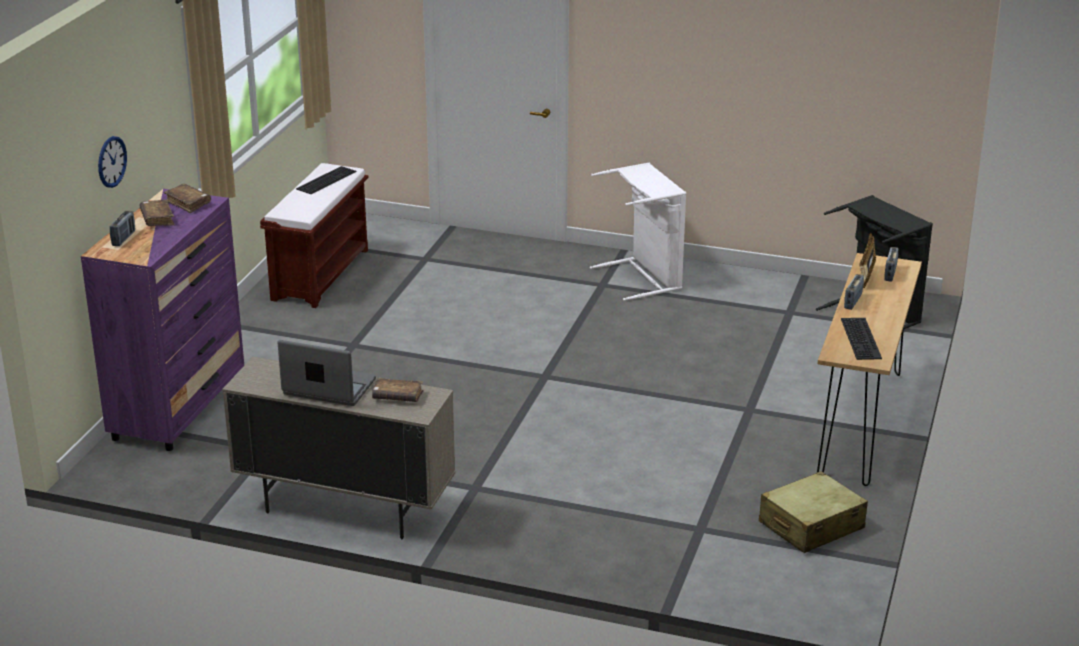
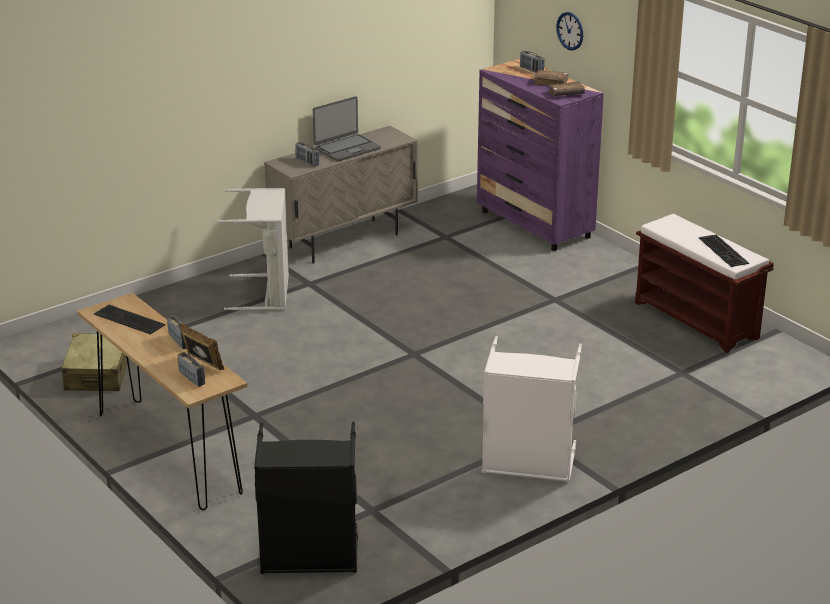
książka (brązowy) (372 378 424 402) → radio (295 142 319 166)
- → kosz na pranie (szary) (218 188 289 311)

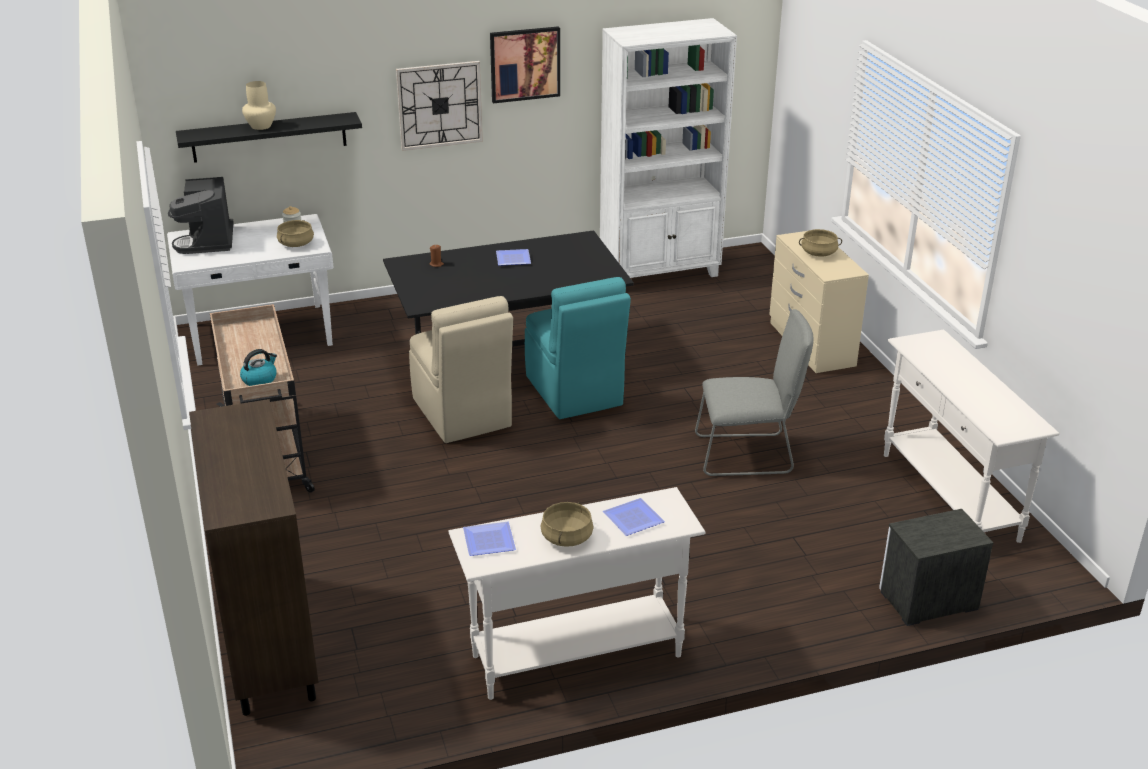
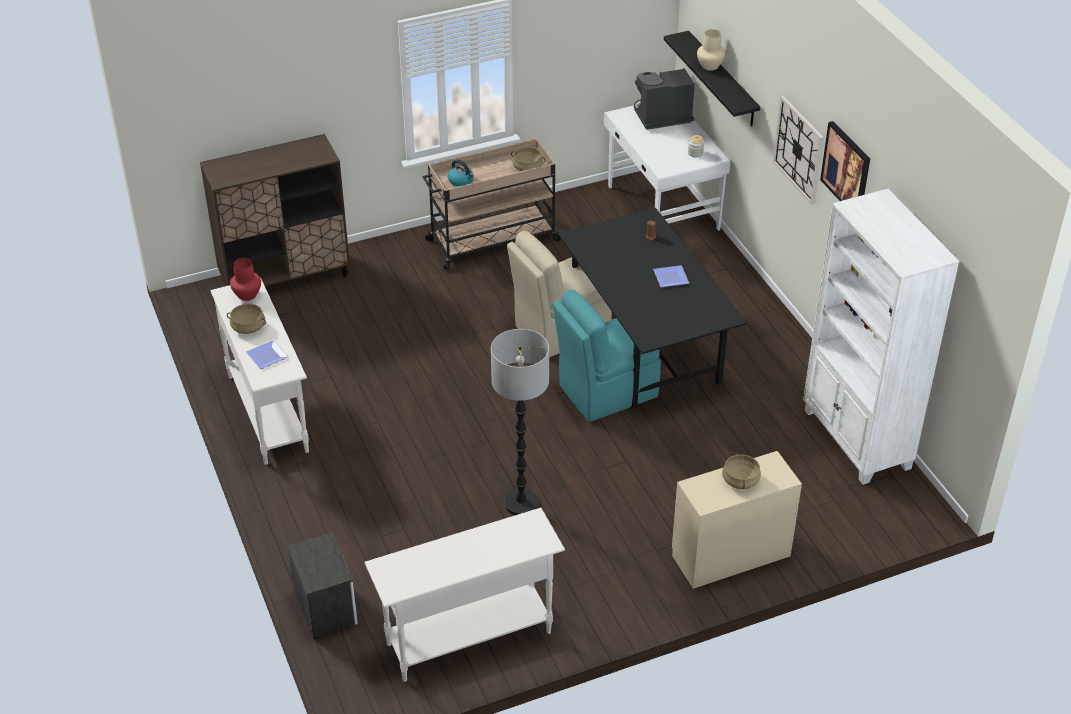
garnek (beżowy) (277 220 314 247) → garnek (beżowy) (511 147 545 171), moved
krzesło (szary) (695 309 813 476) → lampa stojąca (491 329 549 515)
talerz (463 522 516 556) → wazon (czerwony) (230 258 261 301)

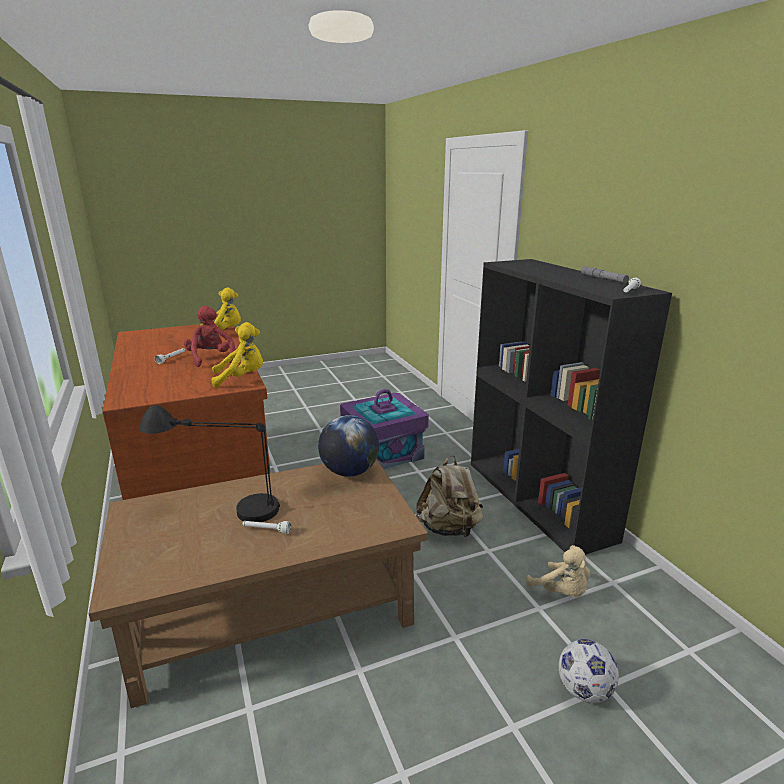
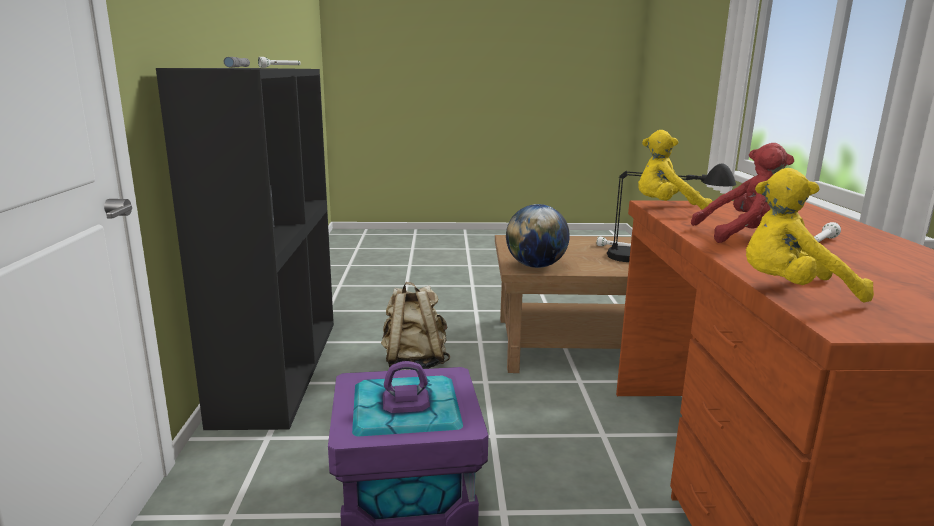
pluszak (czerwony) (184 306 235 367) → pluszak (czerwony) (691 143 794 243), 90 degrees counterclockwise
pluszak (beżowy) (526 545 590 597) → -
piłka futbolowa (559 639 619 703) → -

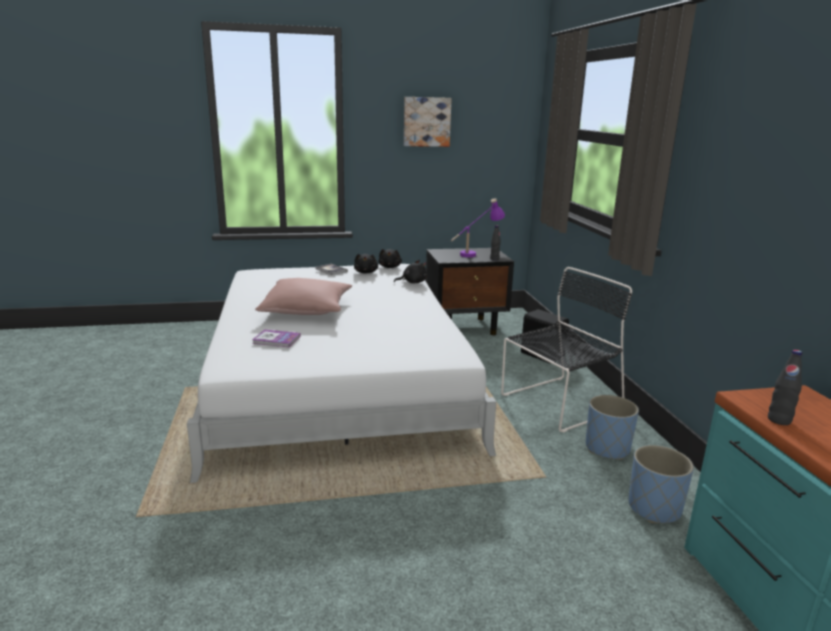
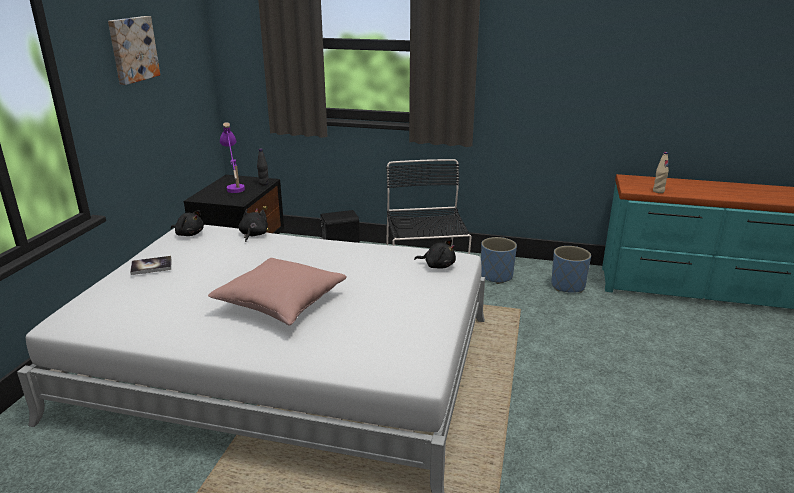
pluszak (czarny) (354 254 378 274) → pluszak (czarny) (414 240 456 269), moved
książka (252 329 301 347) → -
butelka (czarny) (768 350 802 425) → butelka (beżowy) (653 152 669 193)

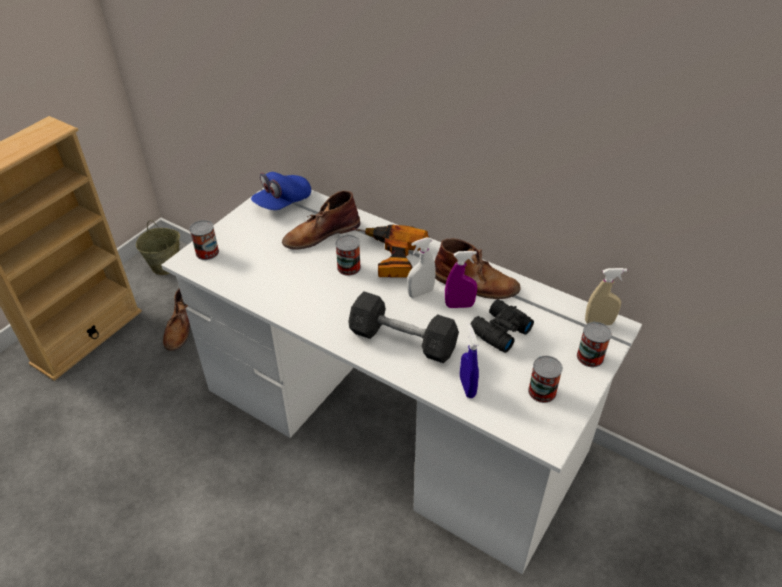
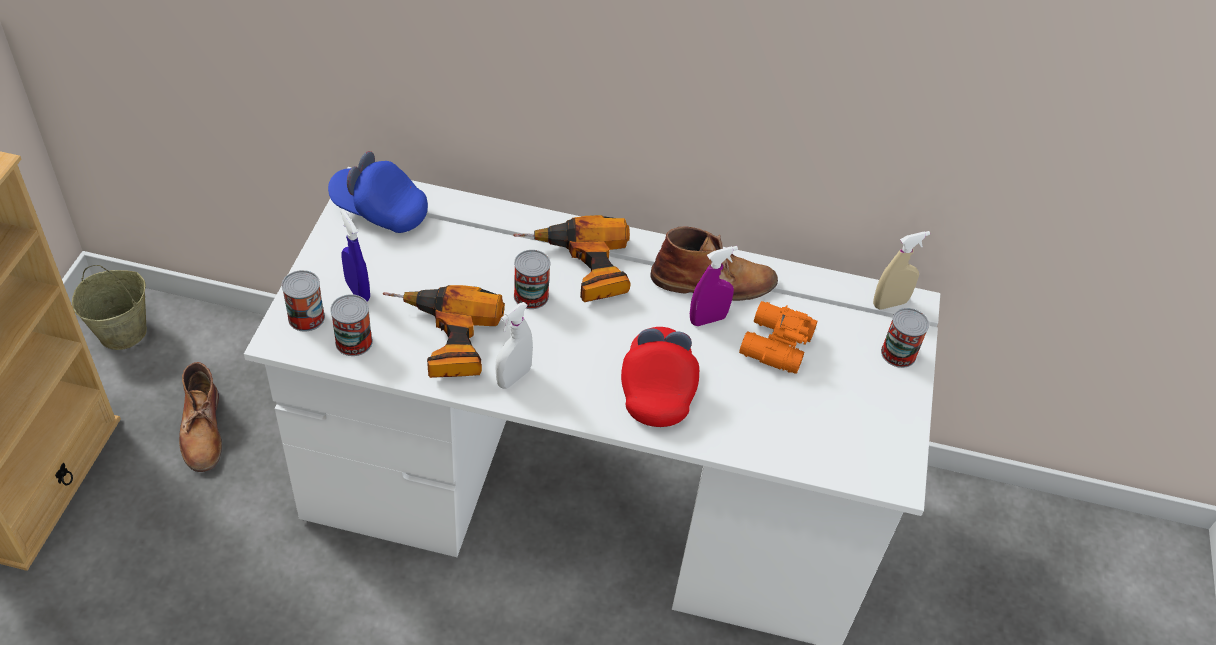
czapka z daszkiem (niebieski) (251 172 311 210) → czapka z daszkiem (niebieski) (328 151 428 233), 90 degrees clockwise
but z cholewką (brązowy) (282 191 360 250) → -
spryskiwacz (biały) (407 237 436 298) → spryskiwacz (biały) (495 302 533 389), moved
hantel (szary) (348 292 459 363) → czapka z daszkiem (czerwony) (621 327 699 427)
lornetka (czarny) (471 299 534 353) → lornetka (pomarańczowy) (739 301 818 374)
spryskiwacz (niebieski) (460 324 479 398) → spryskiwacz (niebieski) (340 209 370 302), moved
puszka (528 356 563 403) → puszka (330 294 373 356), moved
- → wiertarka (383 285 505 378)

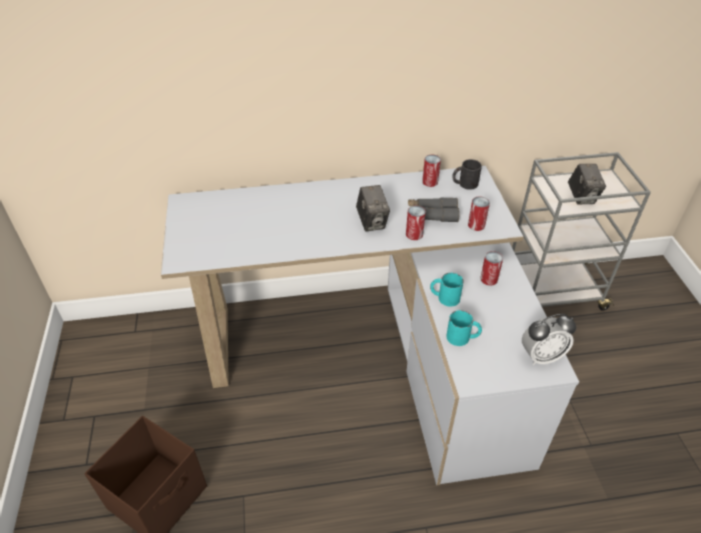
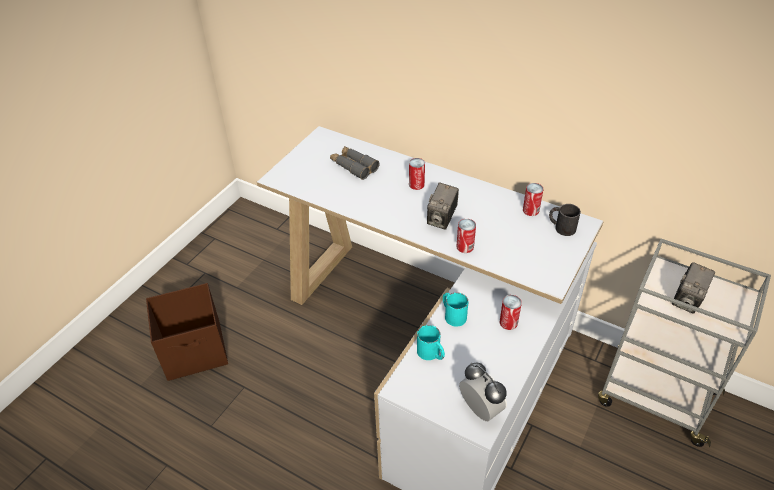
puszka (468 196 490 231) → puszka (409 158 425 190), moved
lornetka (szary) (408 197 459 222) → lornetka (szary) (330 146 379 180), moved
budzik (522 314 576 365) → budzik (459 363 507 421), 150 degrees counterclockwise

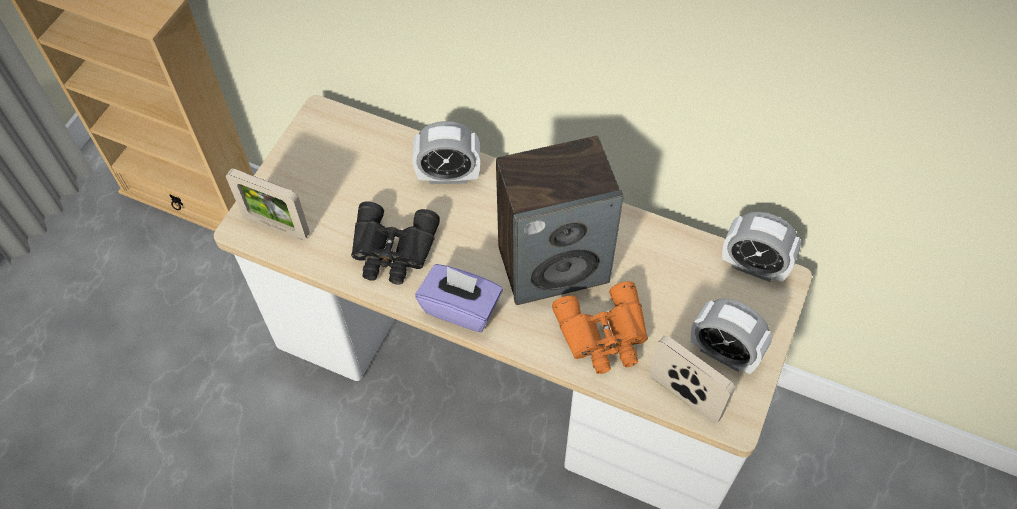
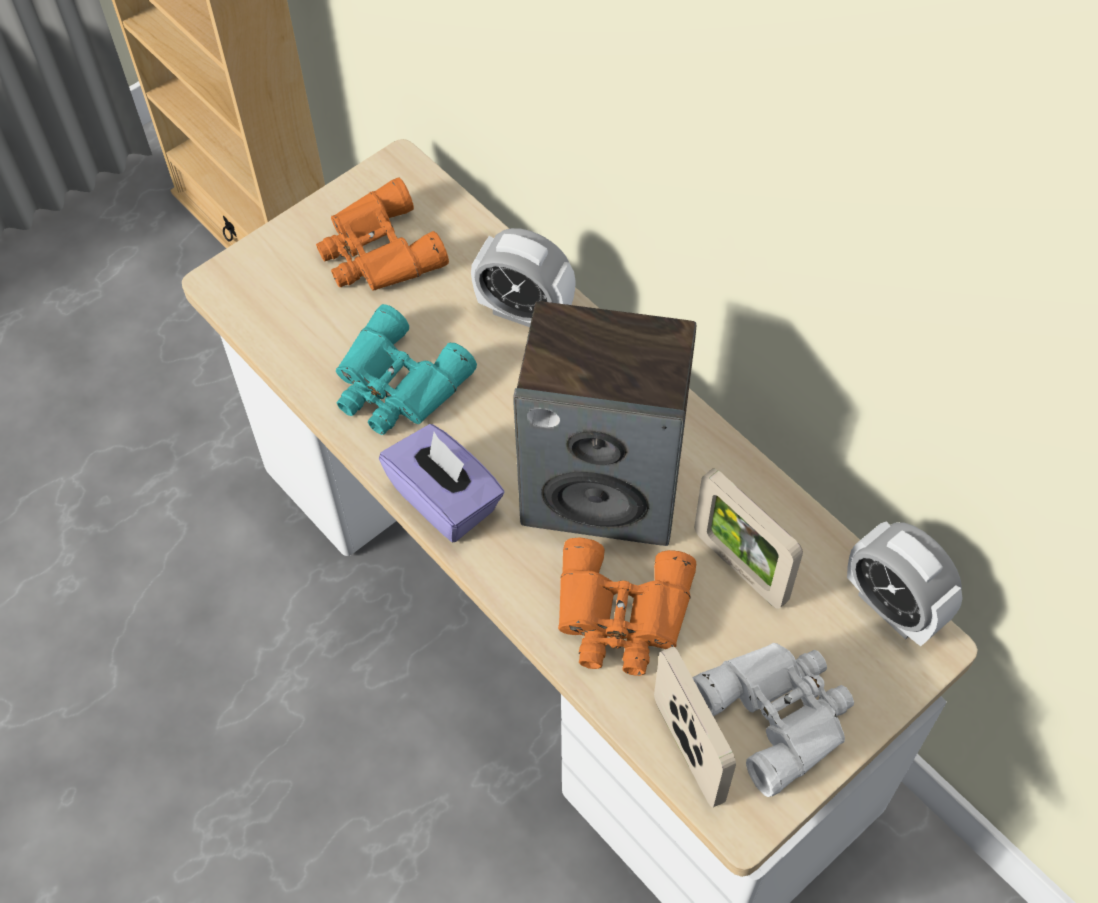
ramka na zdjęcie (226 168 310 240) → ramka na zdjęcie (694 468 803 609), moved
lornetka (czarny) (351 201 440 285) → lornetka (turkusowy) (336 304 477 435)
budzik (691 298 772 374) → lornetka (biały) (693 643 854 797)
- → lornetka (pomarańczowy) (316 177 449 290)

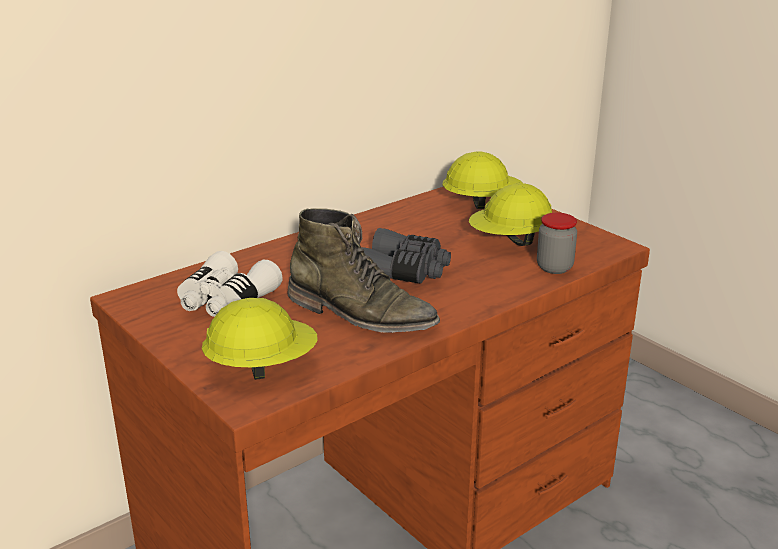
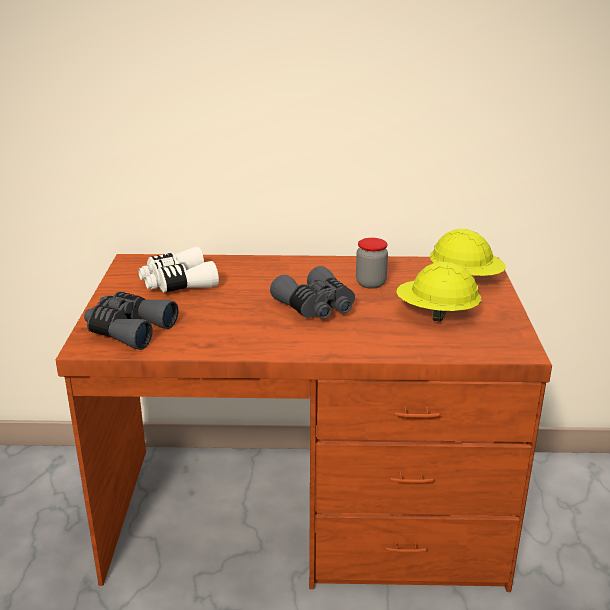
but z cholewką (zielony) (287 208 440 333) → -
słoik (537 213 577 274) → słoik (356 238 388 289), moved
kask (żółty) (202 298 318 380) → lornetka (szary) (84 292 178 350)

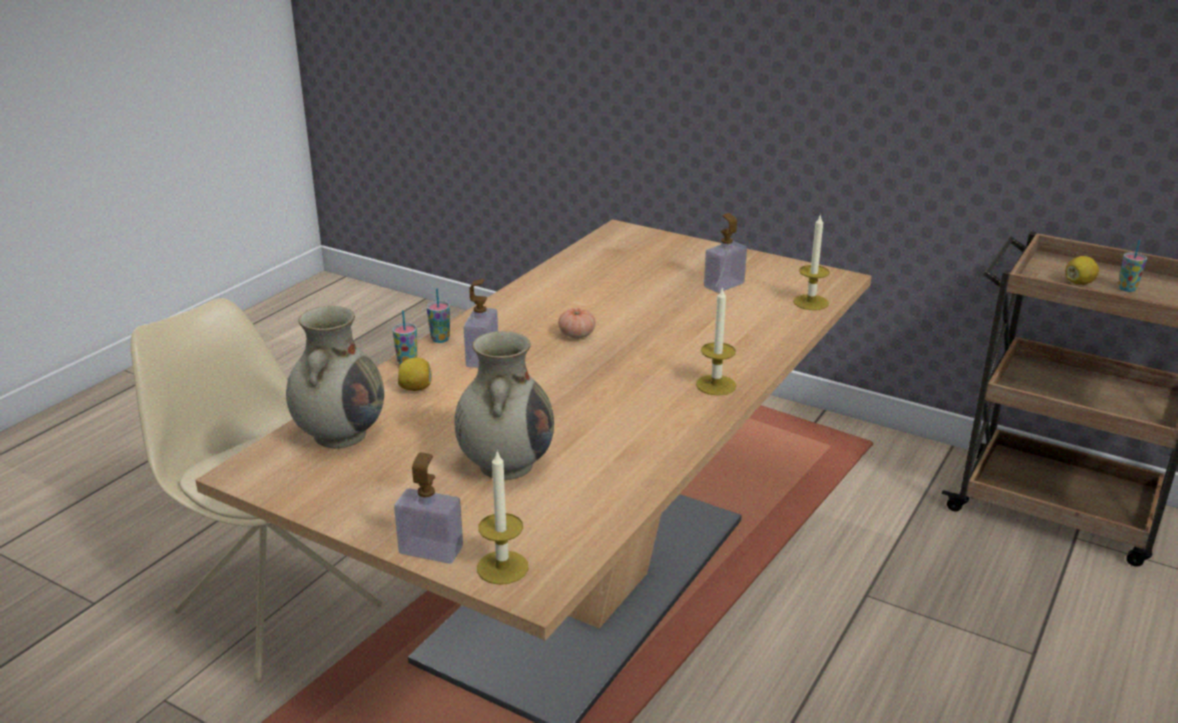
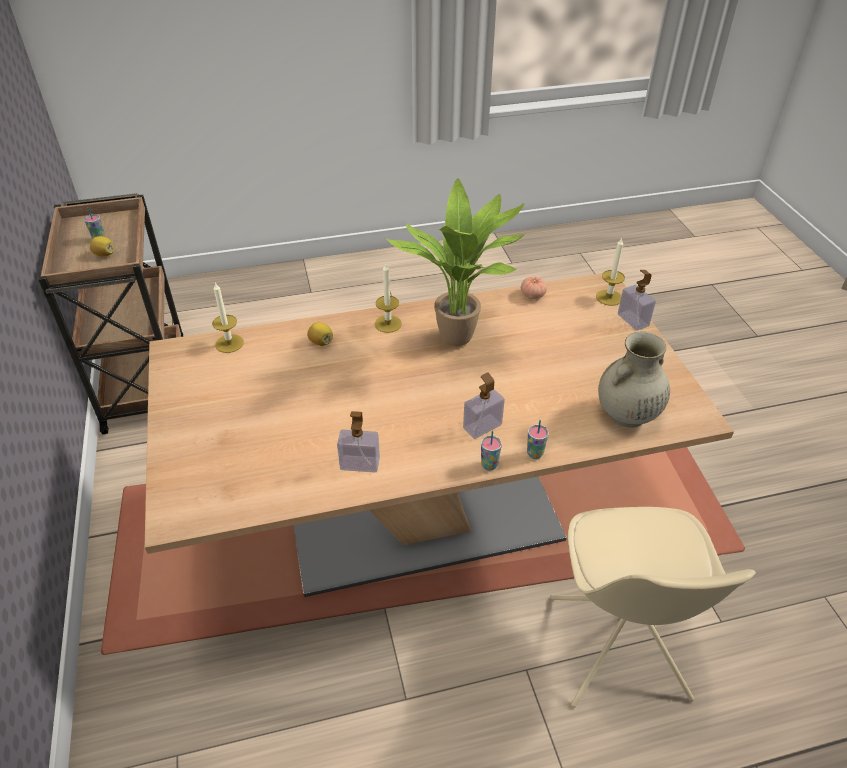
dozownik mydła (704 213 747 293) → dozownik mydła (337 411 380 472), moved
pomidor (558 308 596 338) → pomidor (521 277 547 299), moved
wazon (beżowy) (454 331 554 480) → -
cytryna (398 358 432 391) → cytryna (307 322 333 346), moved
- → roślina doniczkowa (386 178 526 347)

